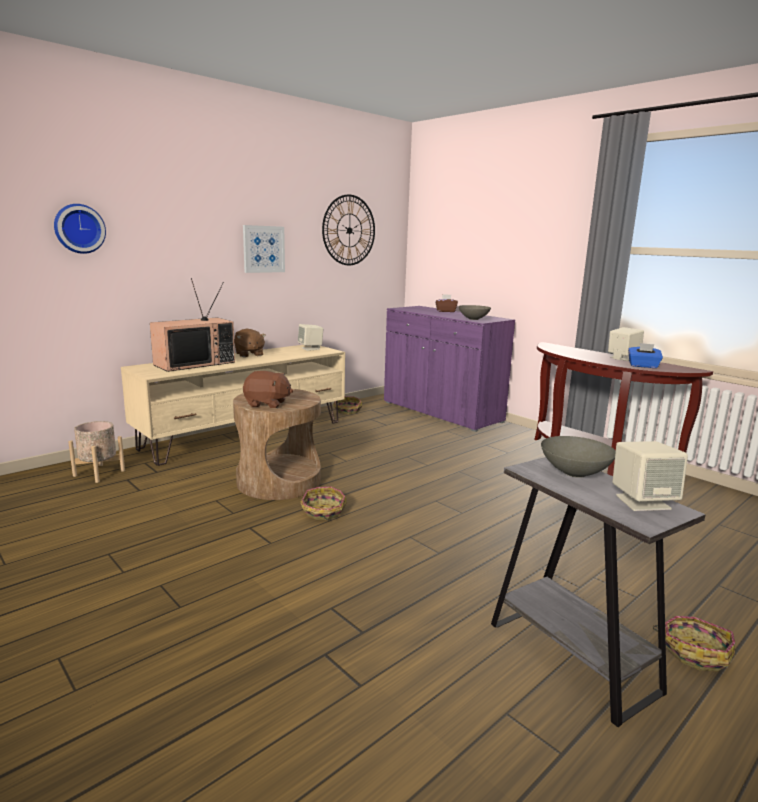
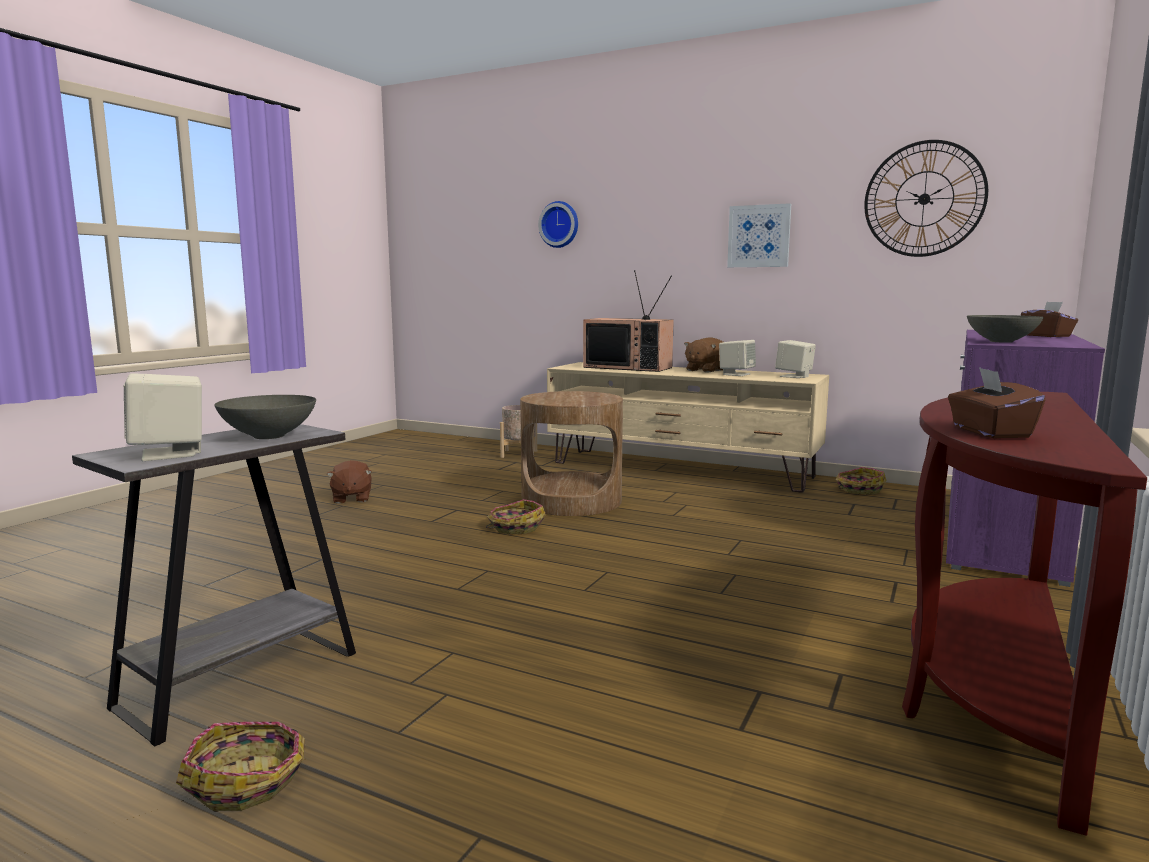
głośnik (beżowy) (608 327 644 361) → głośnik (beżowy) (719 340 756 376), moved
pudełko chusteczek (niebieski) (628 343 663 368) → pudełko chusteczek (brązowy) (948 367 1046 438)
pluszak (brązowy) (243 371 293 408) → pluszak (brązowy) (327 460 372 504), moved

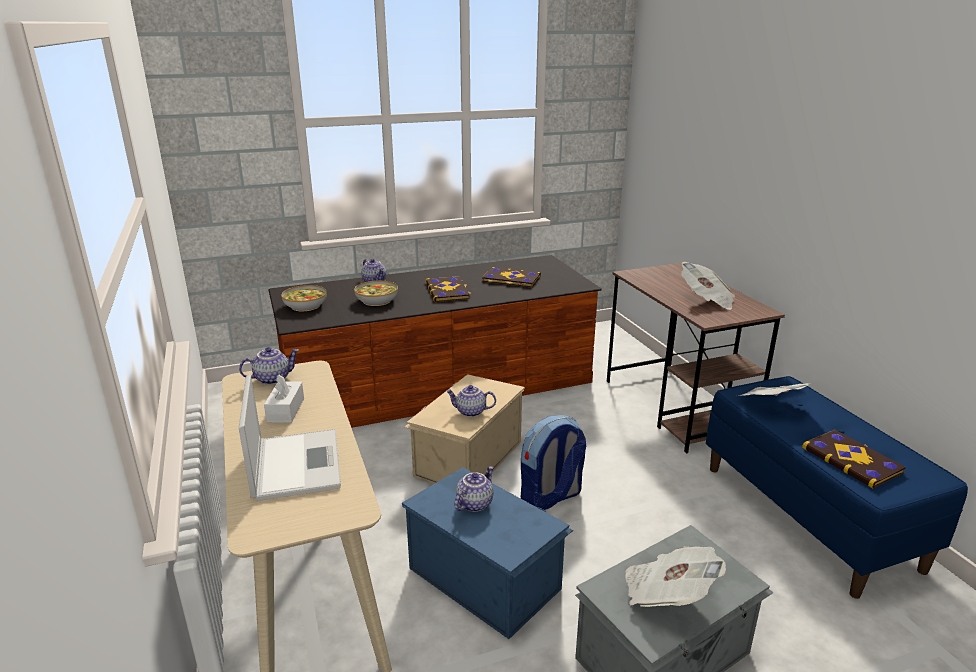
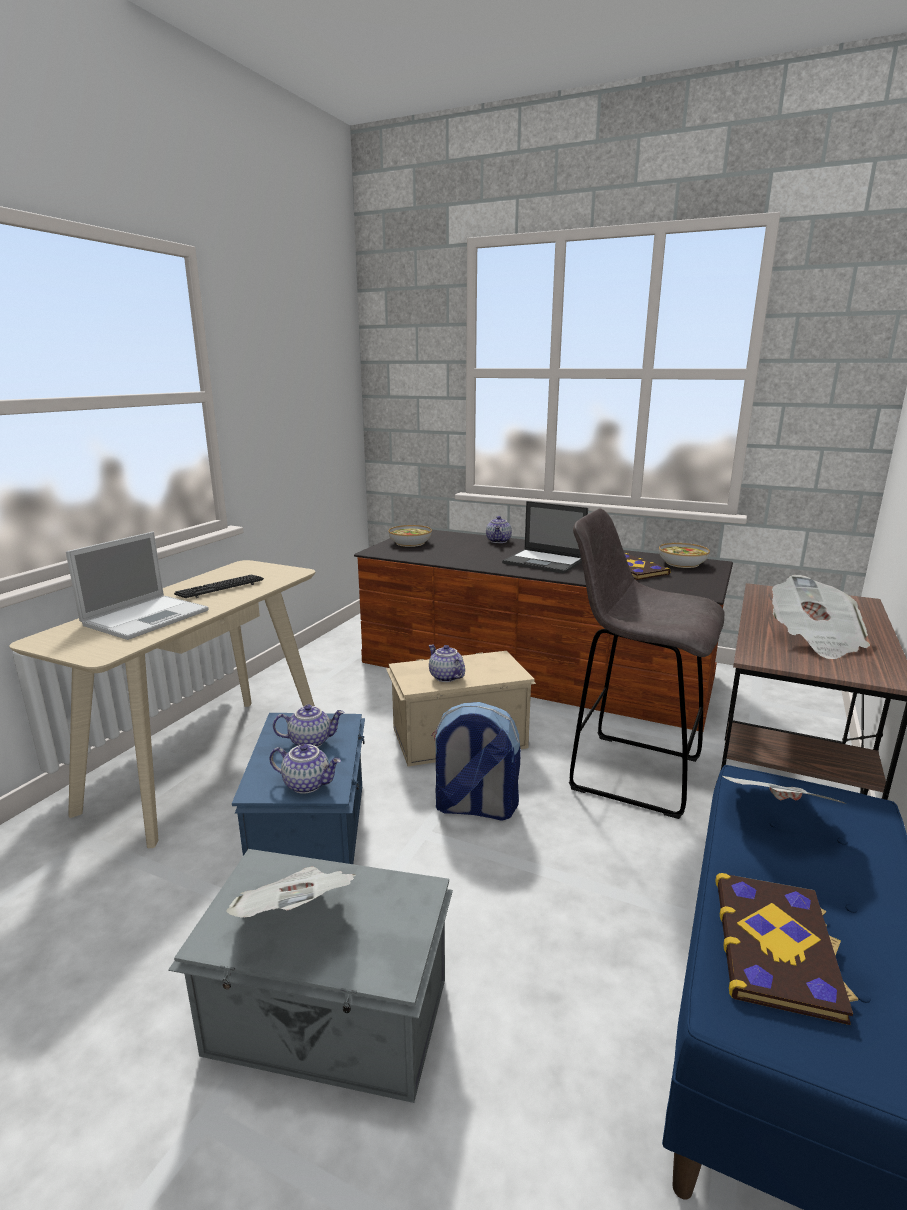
książka (425 276 472 302) → laptop (502 501 588 574)
miska (354 281 398 306) → miska (659 543 710 568), moved
imbryk (239 347 299 385) → imbryk (269 744 341 794), moved
pudełko chusteczek (biały) (264 375 304 423) → klawiatura (174 575 264 598)
- → stołek (szary) (569 509 725 819)

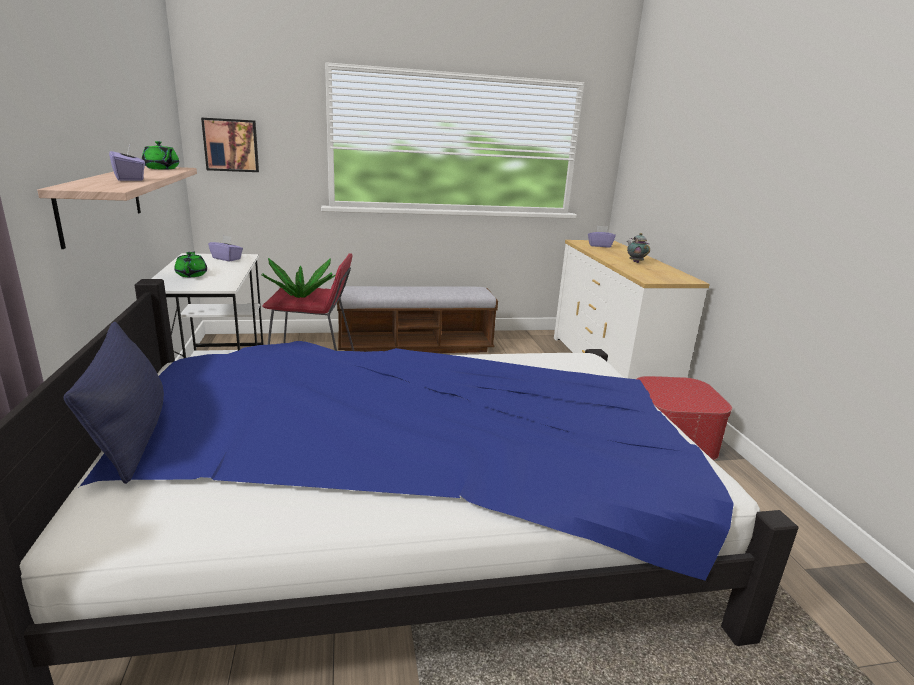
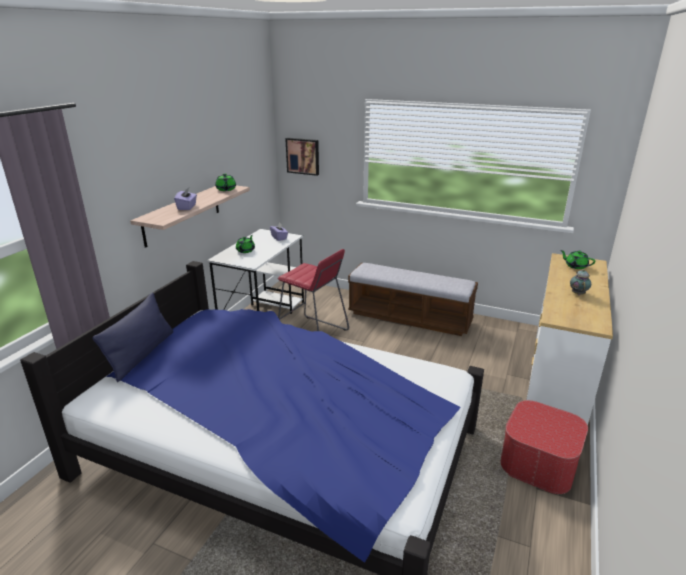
pudełko chusteczek (fioletowy) (588 226 616 247) → imbryk (zielony) (560 250 595 269)
roślina doniczkowa (261 258 335 298) → -

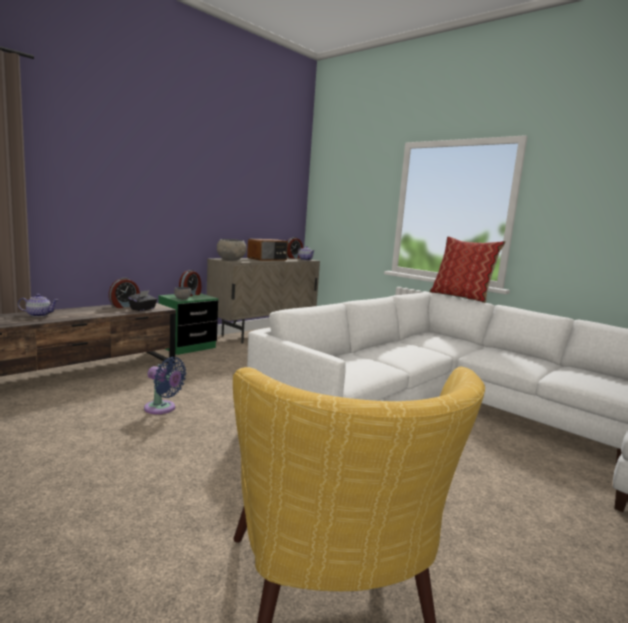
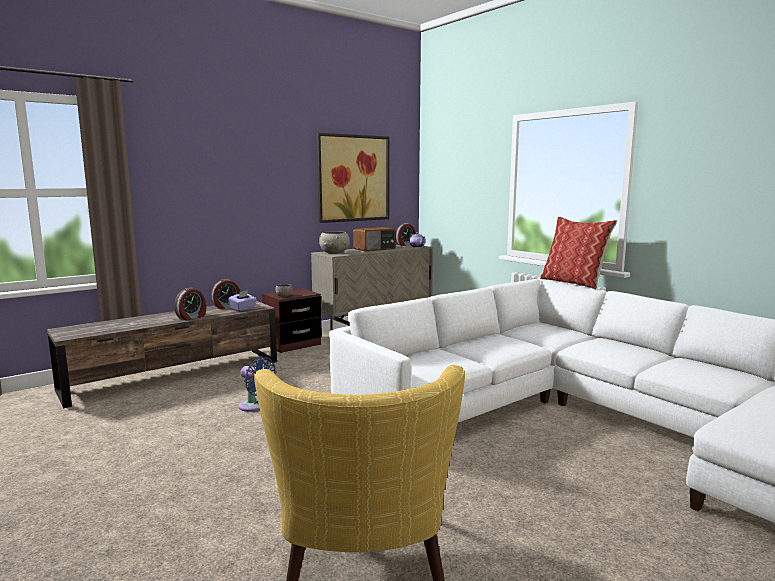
budzik (179 270 201 296) → budzik (174 287 206 321), moved
pudełko chusteczek (czarny) (128 290 157 311) → pudełko chusteczek (fioletowy) (228 290 257 311)
szafka nocna (zielony) (159 293 218 355) → szafka nocna (brązowy) (262 288 322 353)
imbryk (18 294 58 317) → -
- → obraz (317 133 389 223)

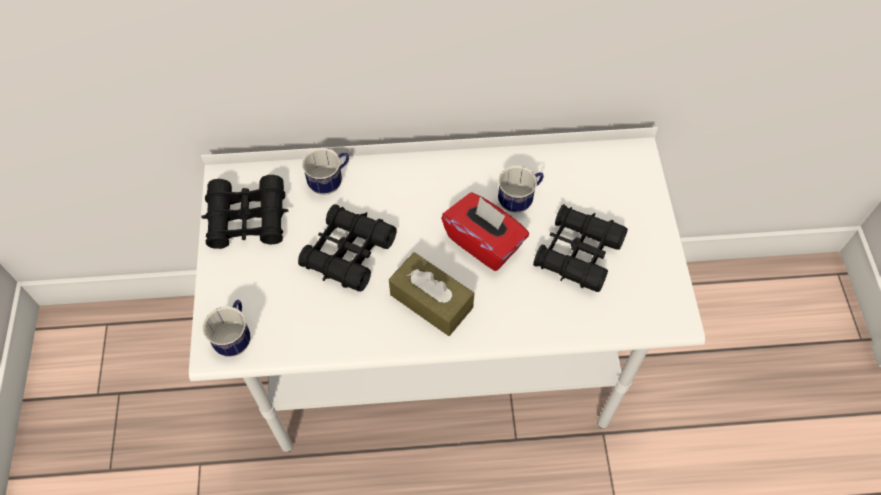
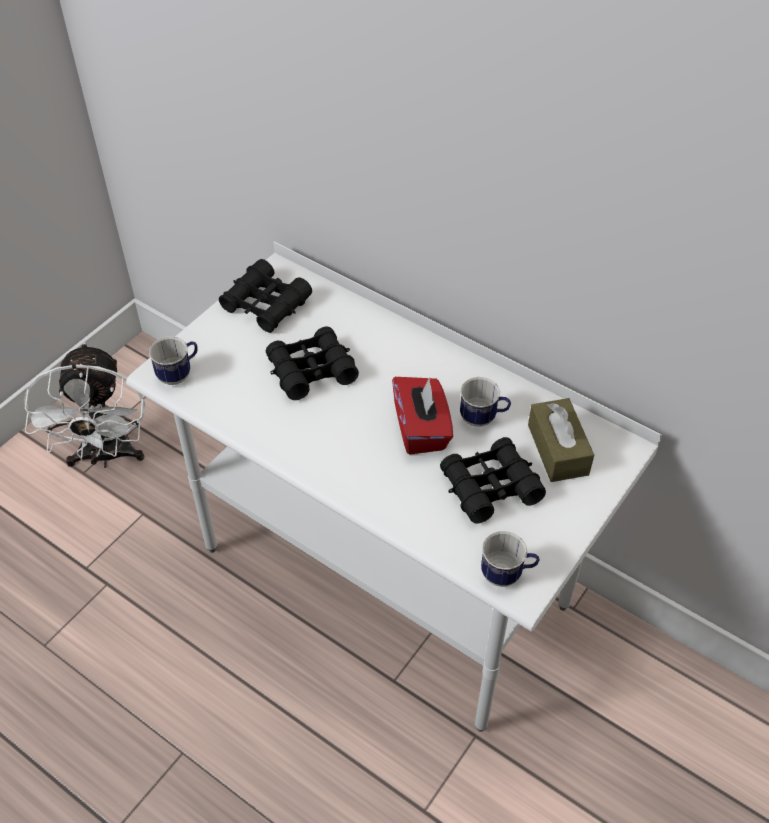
kubek (302 148 349 195) → kubek (481 531 540 587), moved
pudełko chusteczek (brązowy) (389 252 474 336) → pudełko chusteczek (brązowy) (528 398 594 482), moved
- → wentylator (biały) (24 342 145 468)

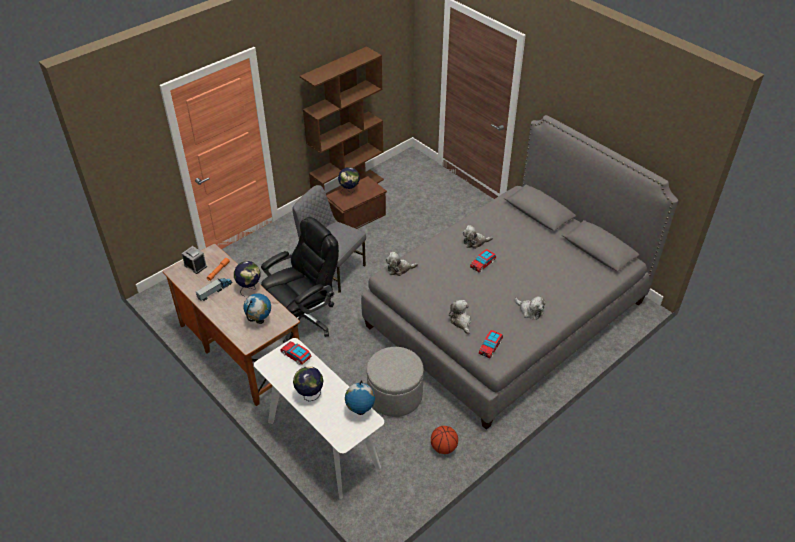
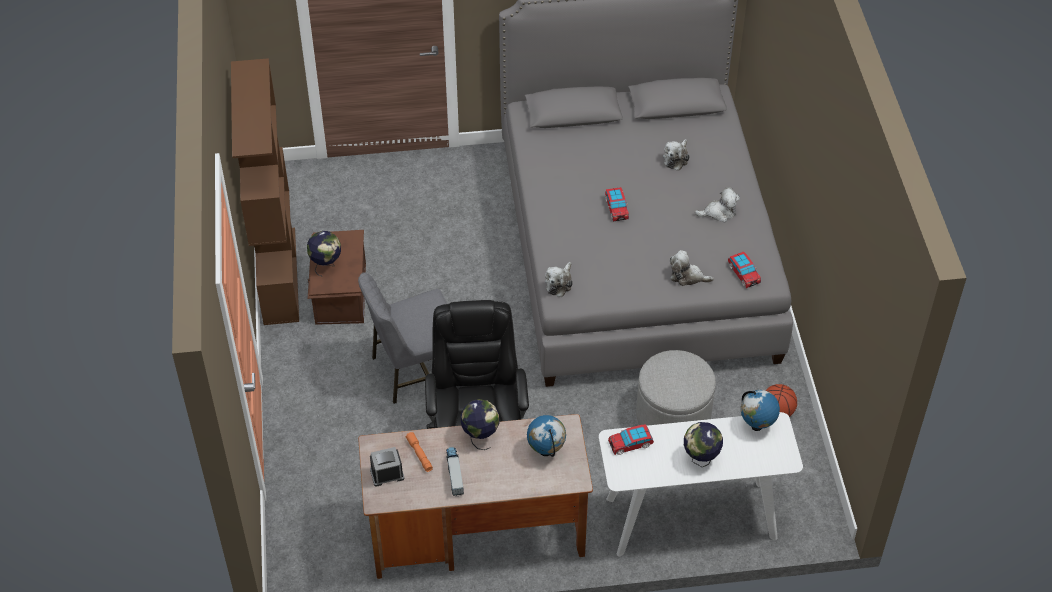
pluszak (463 225 493 249) → pluszak (663 139 690 171), moved

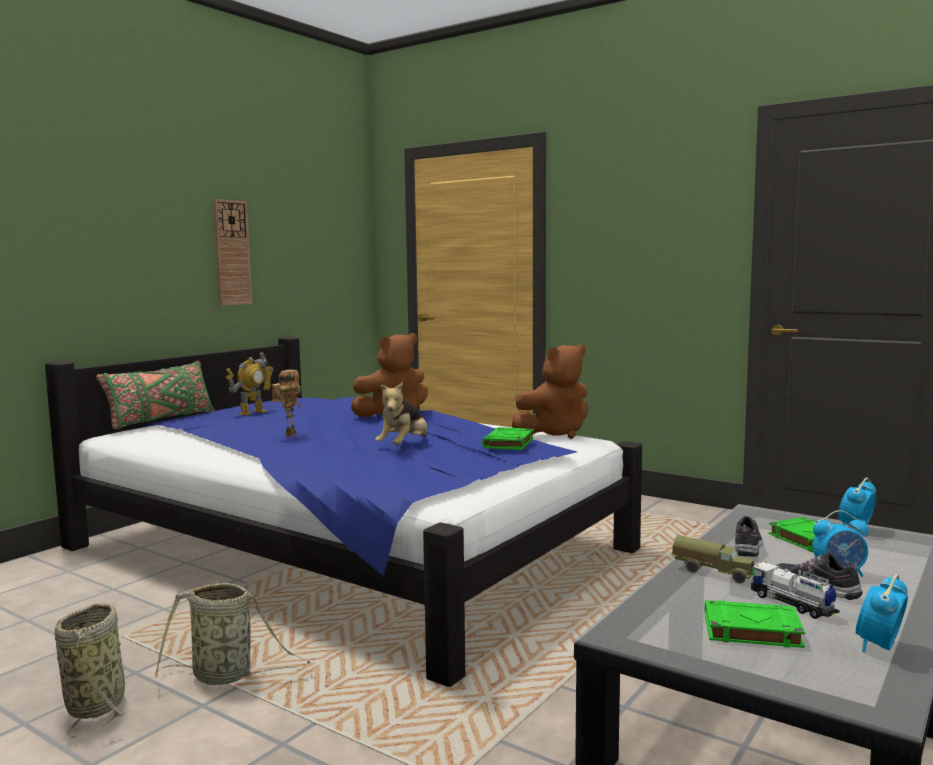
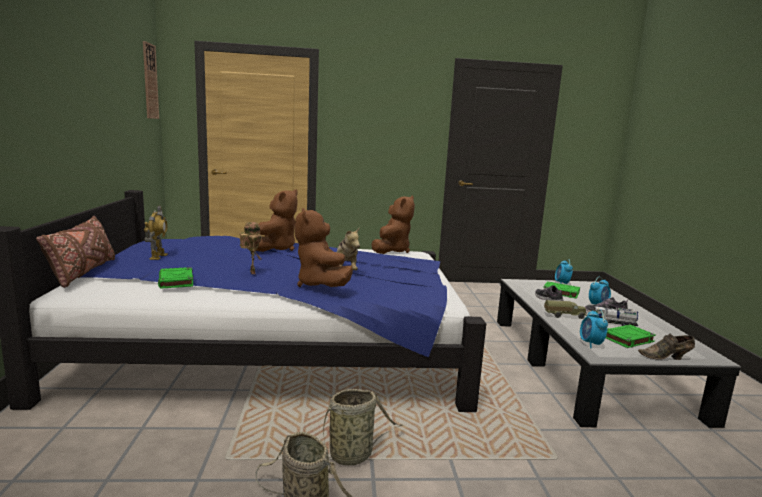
zegar ścienny (213 199 252 306) → zegar ścienny (143 41 159 119), moved
poduszka (zielony) (96 361 214 430) → poduszka (brązowy) (36 216 115 288)
książka (zielony) (482 427 534 450) → książka (zielony) (158 267 193 289), moved
budzik (856 574 908 653) → budzik (580 309 608 348), moved
- → pluszak (brązowy) (295 208 353 287)
- → but (brązowy) (638 334 695 360)

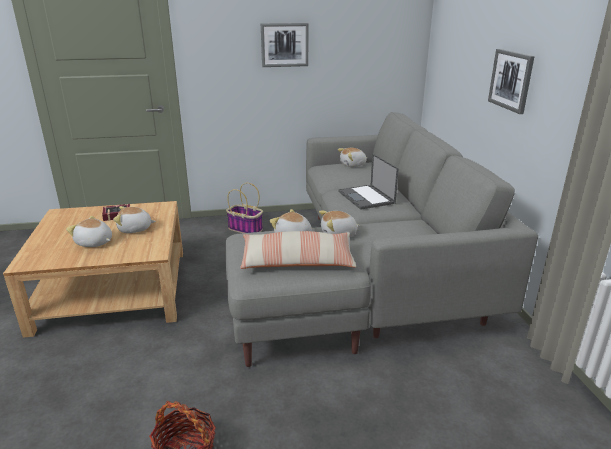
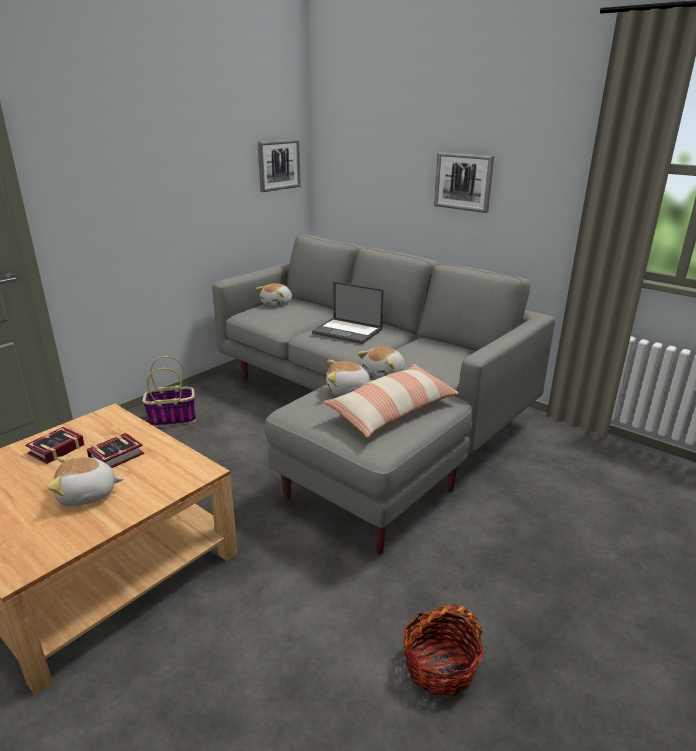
obraz (261 23 308 67) → obraz (258 139 301 192), moved
pluszak (113 206 156 233) → książka (87 433 144 468)

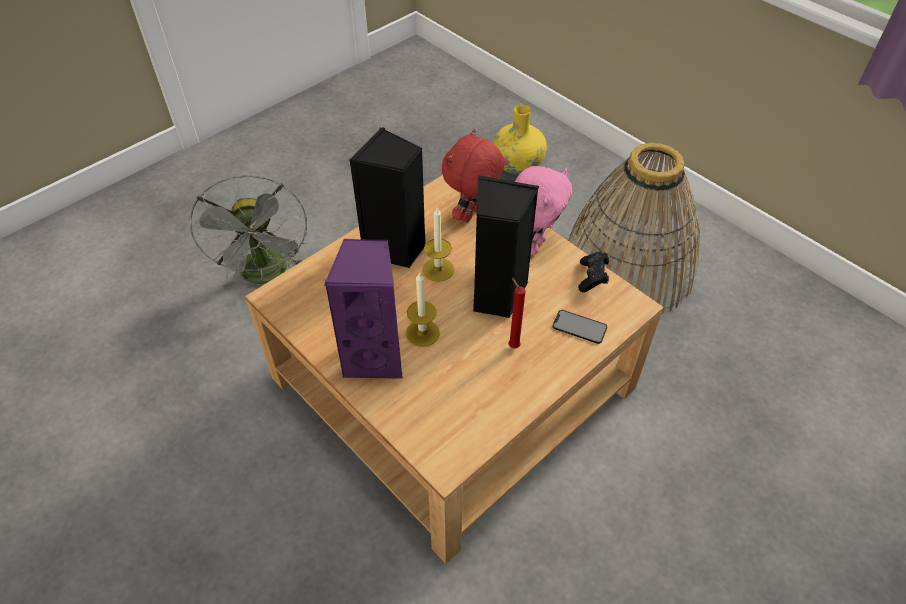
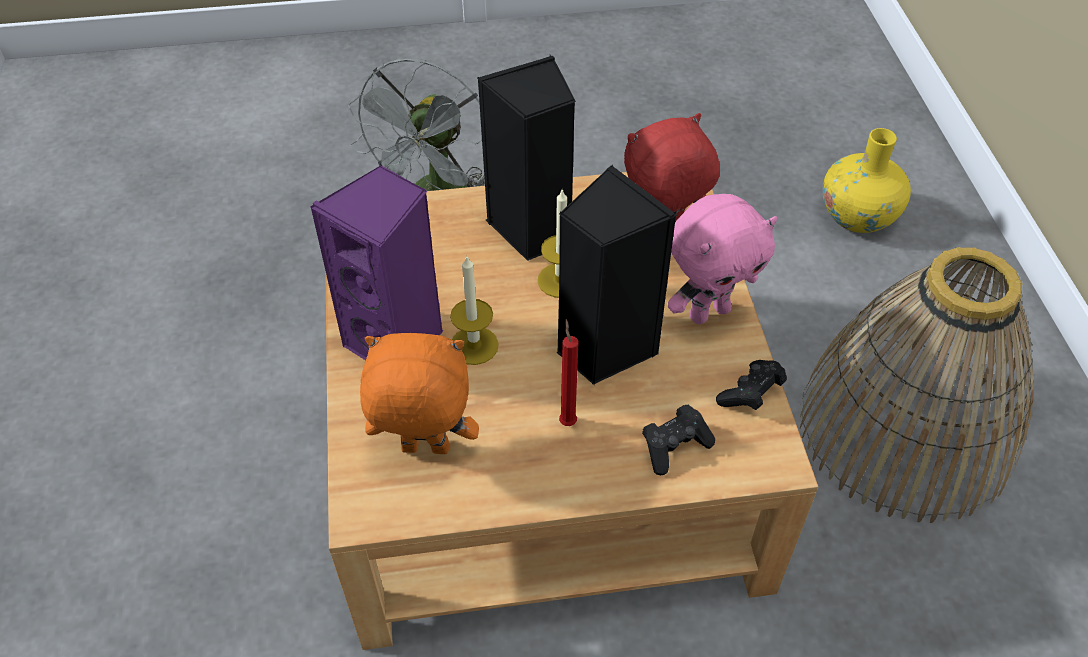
telefon (553 310 607 344) → pad do gier (czarny) (642 405 715 476)
- → pluszak (pomarańczowy) (360 333 479 454)

